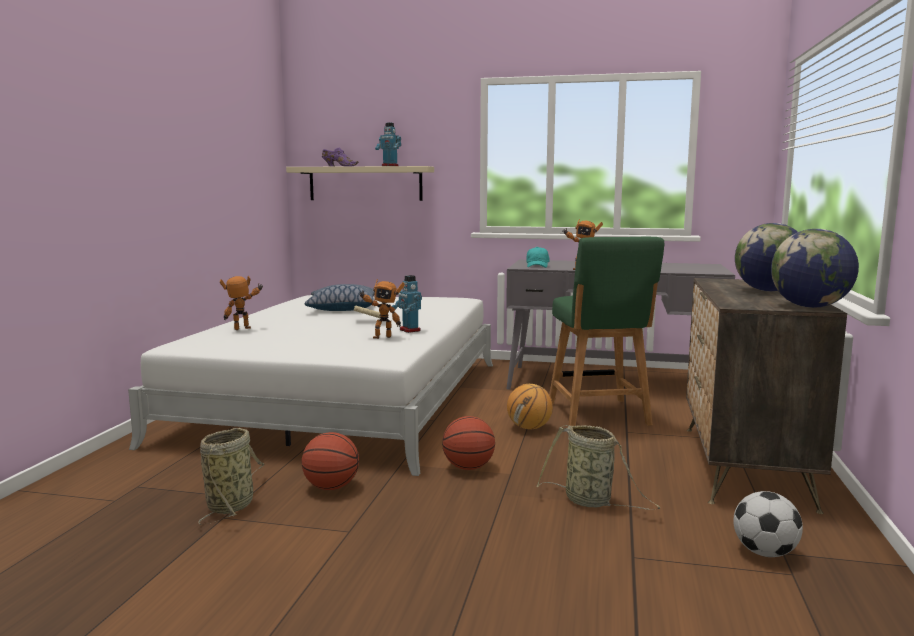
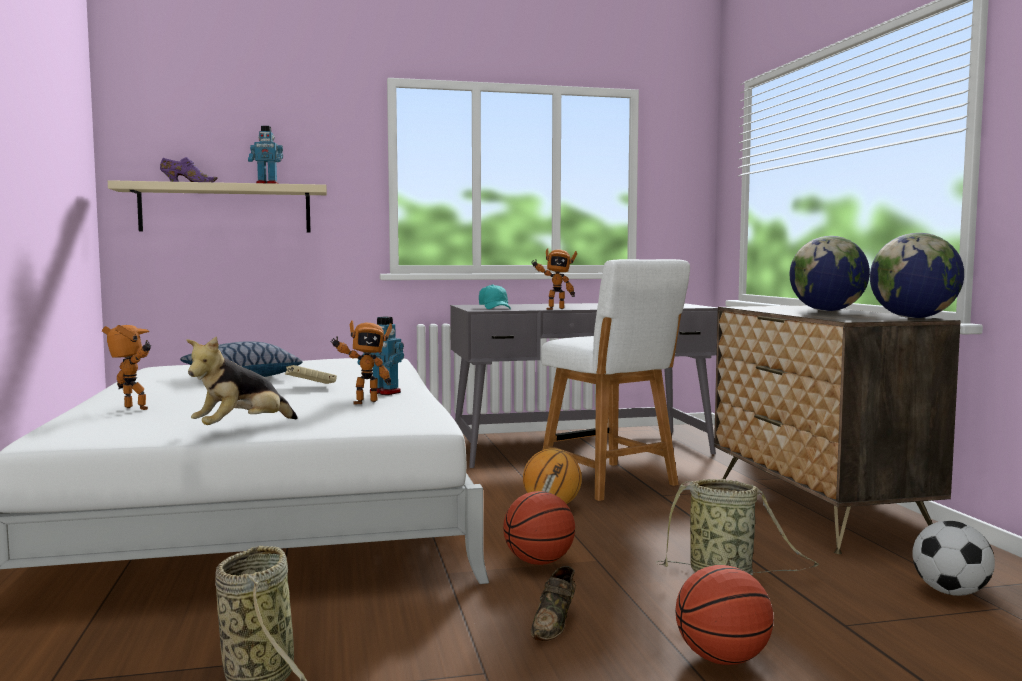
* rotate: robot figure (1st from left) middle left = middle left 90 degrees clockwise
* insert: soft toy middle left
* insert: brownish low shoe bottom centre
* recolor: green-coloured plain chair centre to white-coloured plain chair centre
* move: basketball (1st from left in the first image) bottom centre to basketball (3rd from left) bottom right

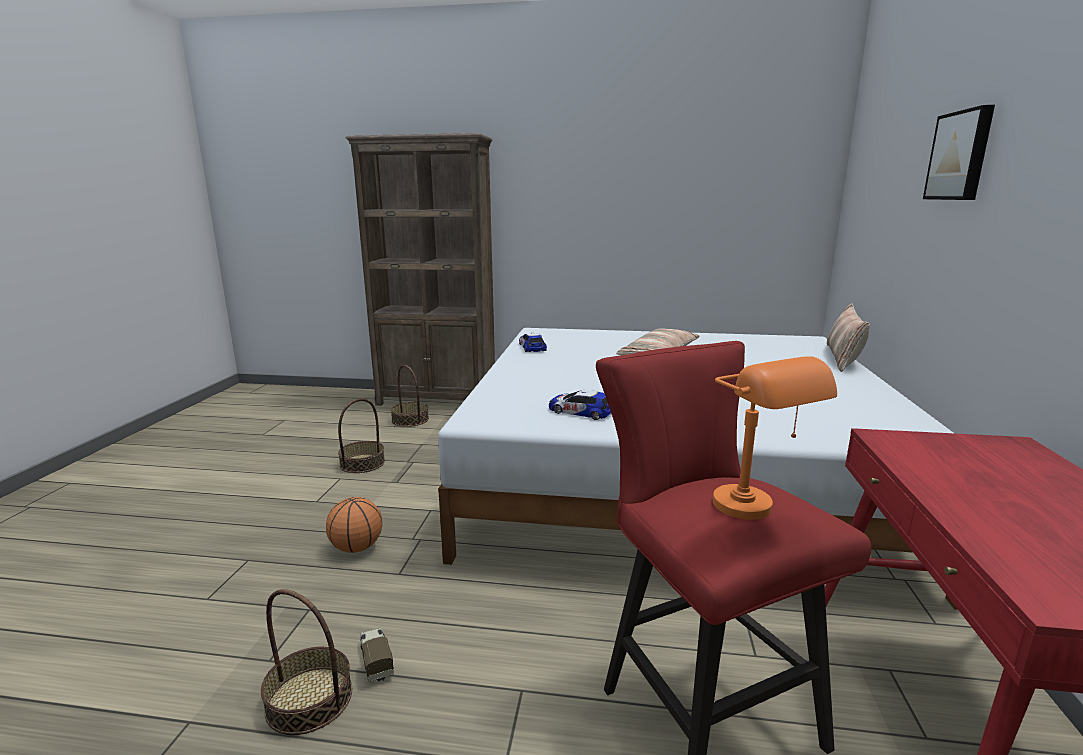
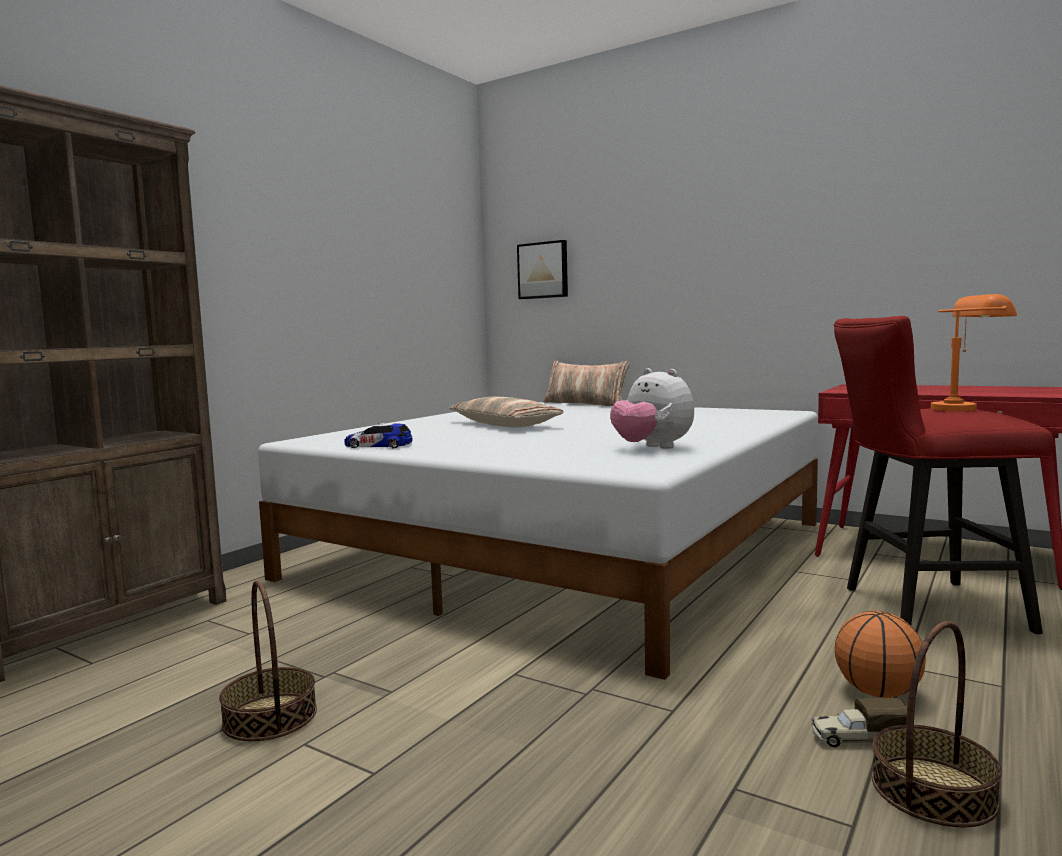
* move: picture top right to top centre
* replace: miniature car (2nd from left) centre to soft toy centre
* move: basketball bottom left to bottom right
* delete: basket (3rd from left) centre

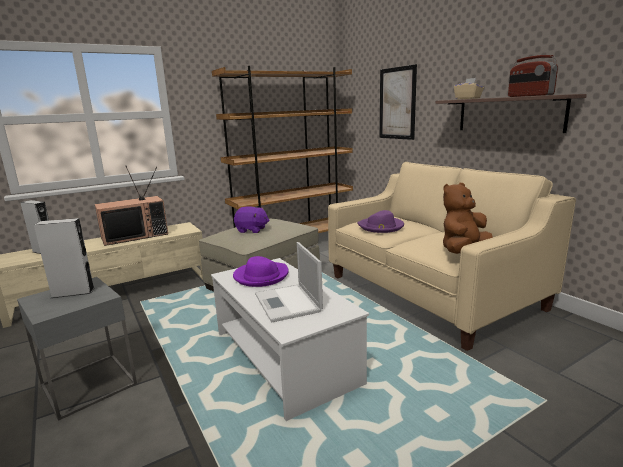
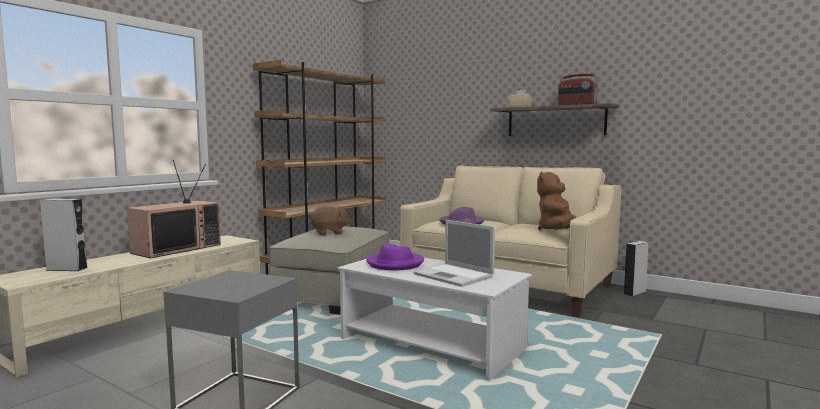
* recolor: purplish soft toy centre to brownish soft toy (1st from left) centre
* move: grey audio speaker (2nd from left) middle left to middle right
* delete: picture top centre

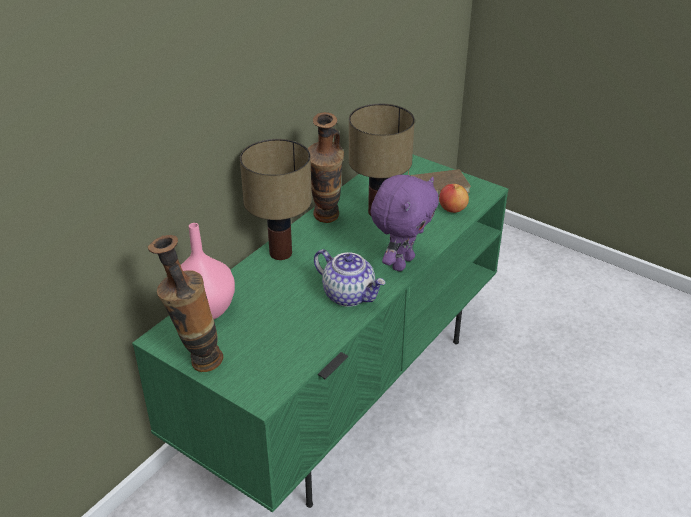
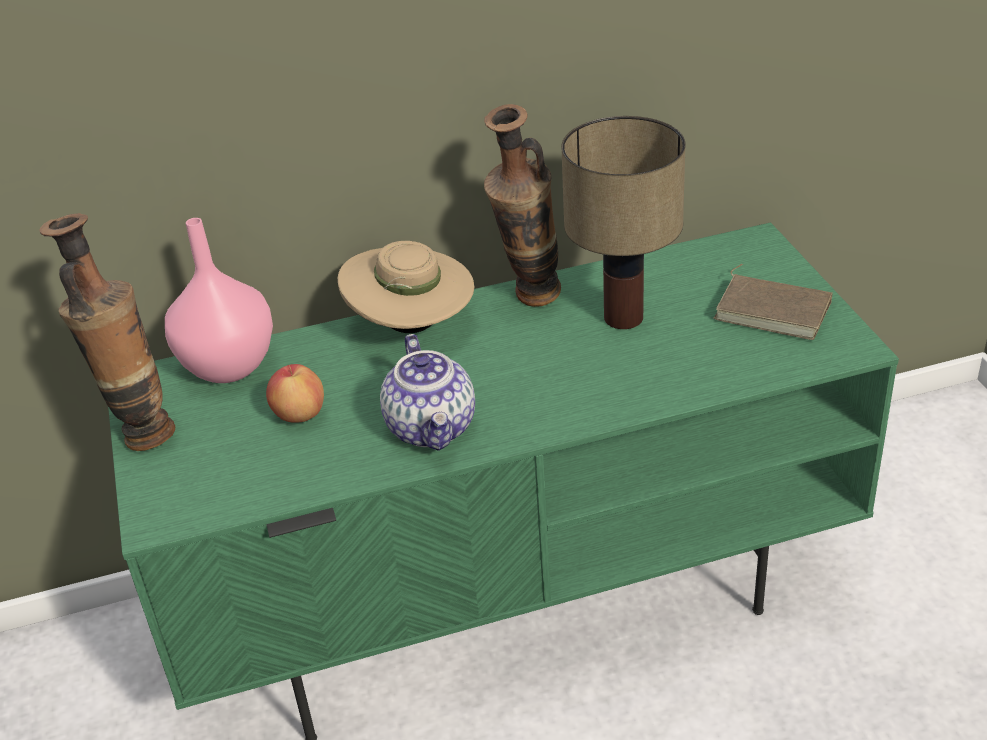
* move: apple centre to middle left
* replace: tabletop lamp (1st from left) centre to beige hat centre
* delete: purplish soft toy centre

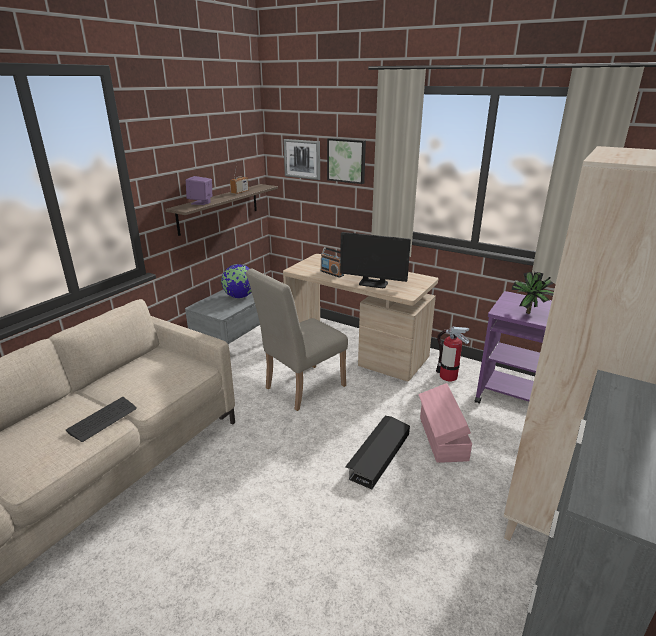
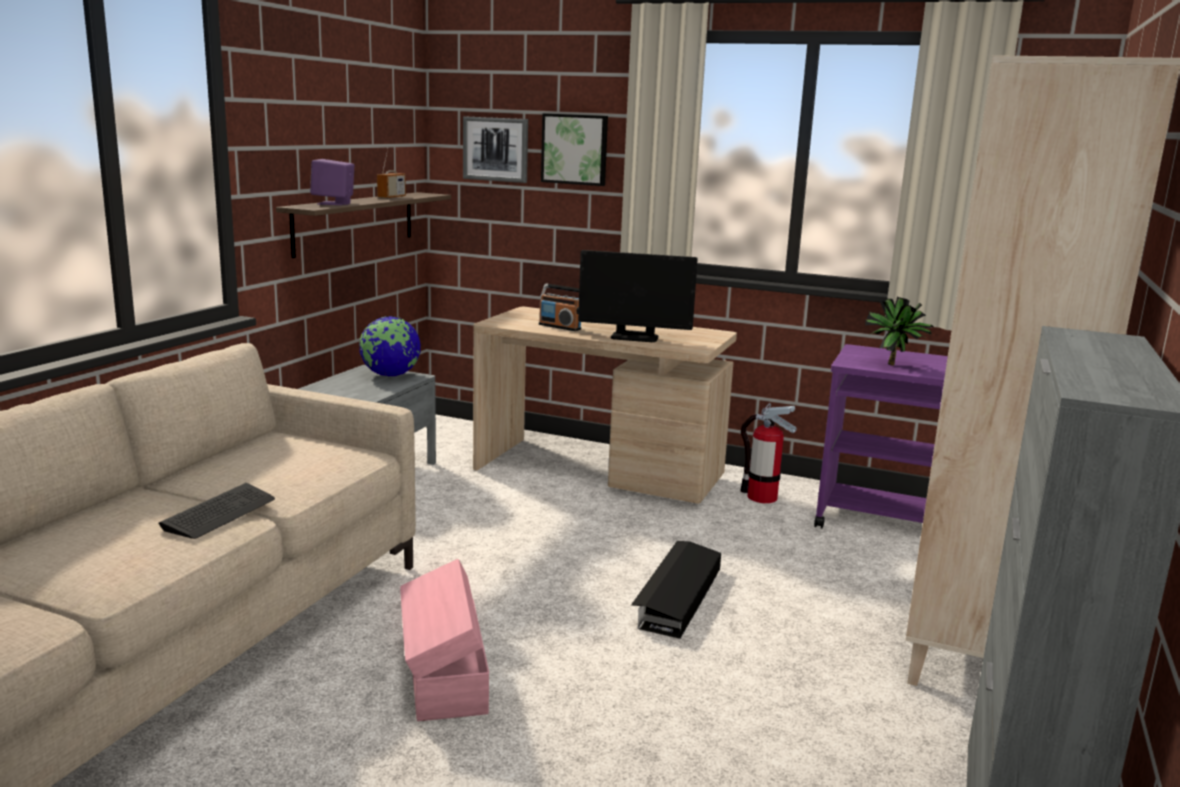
* move: pink-coloured storage box middle right to bottom centre
* delete: beige plain chair centre

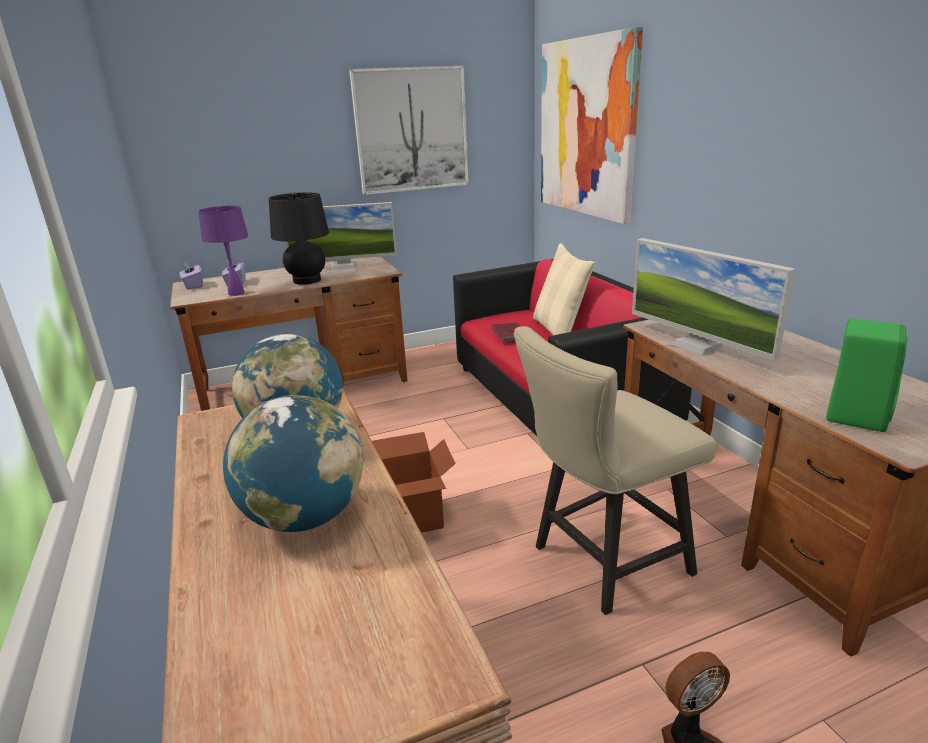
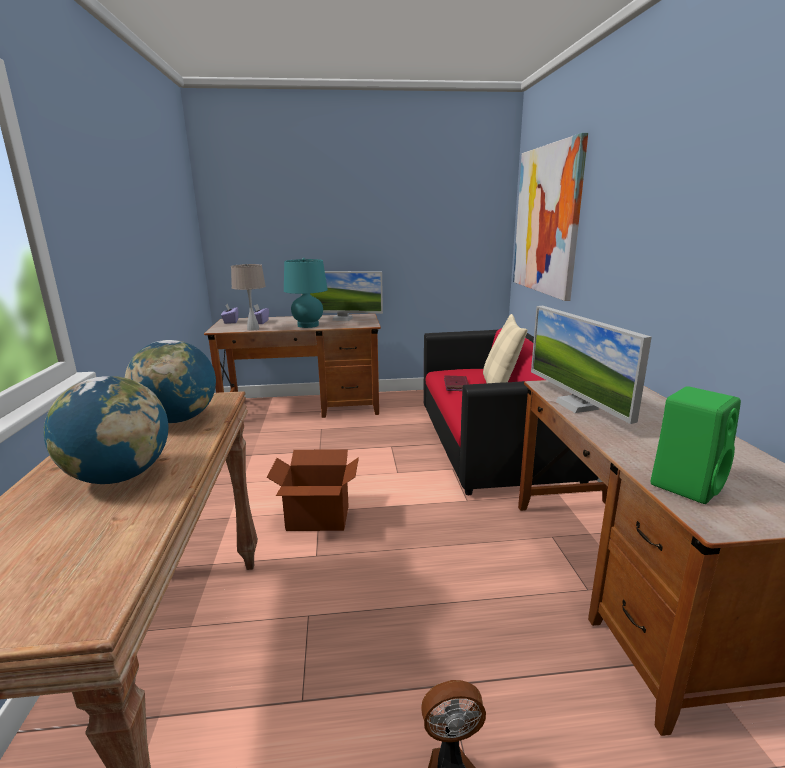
* recolor: purplish tabletop lamp middle left to beige tabletop lamp middle left
* recolor: blackish tabletop lamp top left to turquoise tabletop lamp centre
* delete: picture (1st from left) top centre
* delete: beige plain chair centre

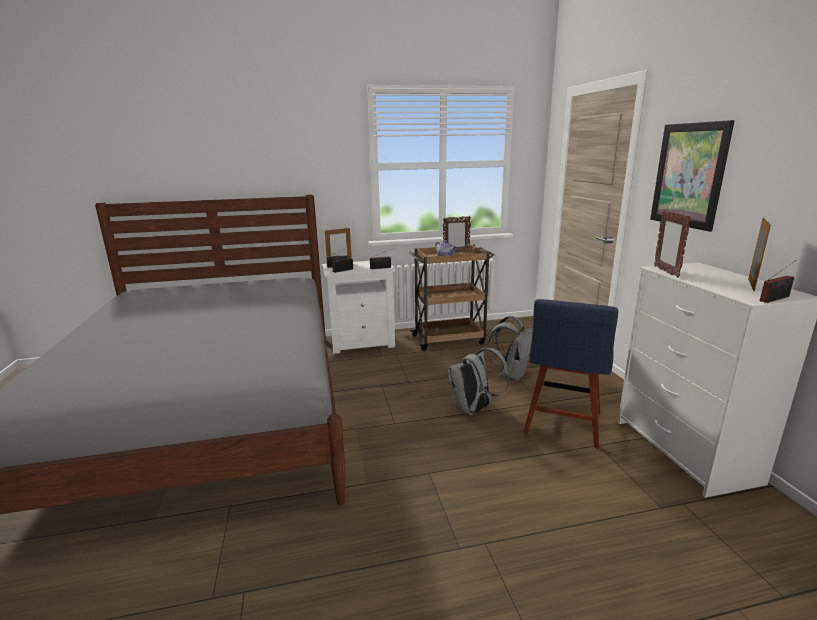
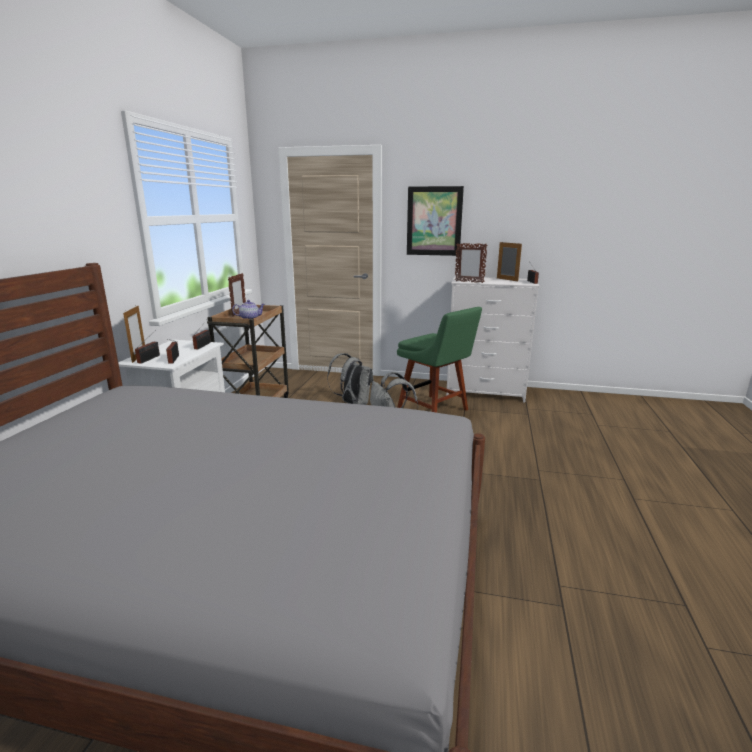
* recolor: bluish plain chair middle right to green-coloured plain chair centre

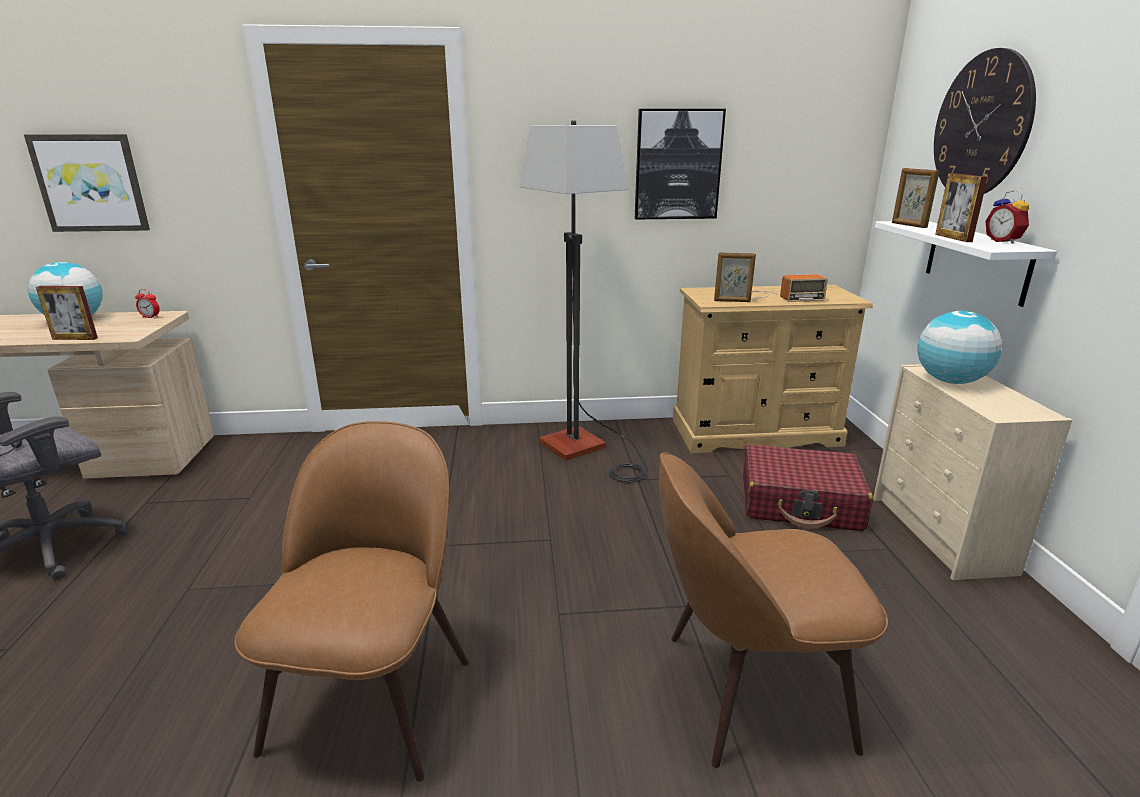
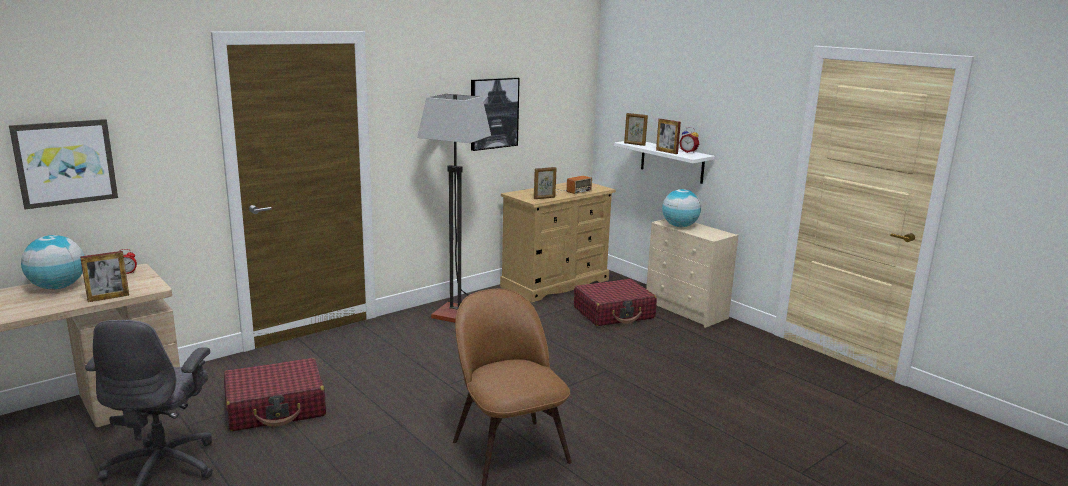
* insert: reddish suitcase (1st from left) bottom left
* delete: brownish plain chair (2nd from left) bottom right
* delete: clock on the wall top right

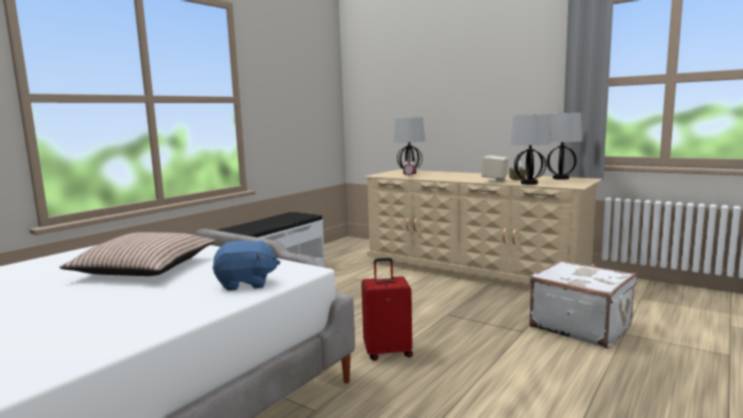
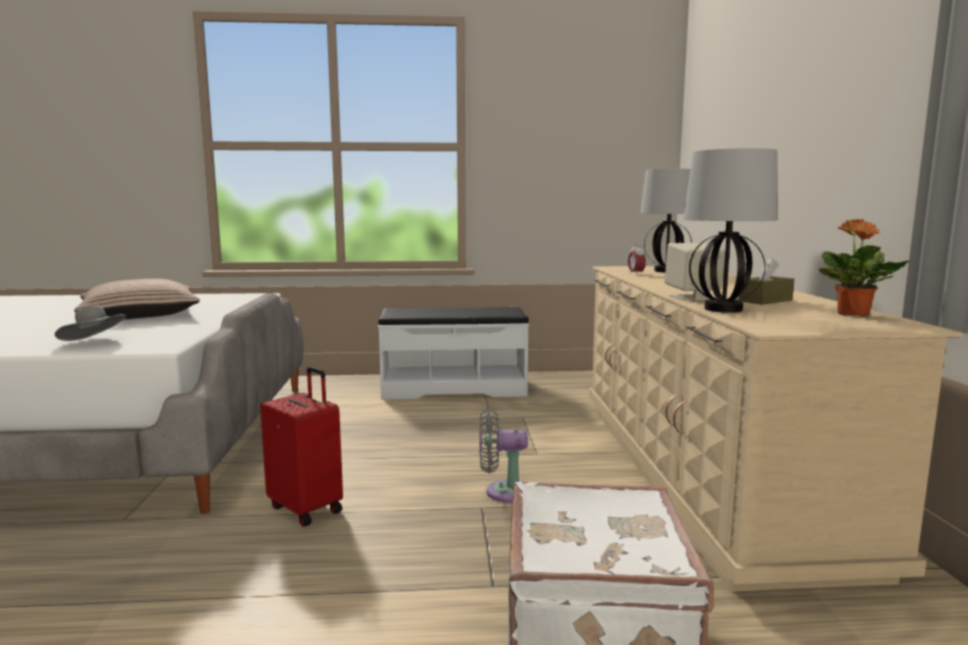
* replace: bluish soft toy middle left to grey hat middle left
* insert: grey cooling fan bottom centre
* replace: tabletop lamp (3rd from left) middle right to potted plant middle right

